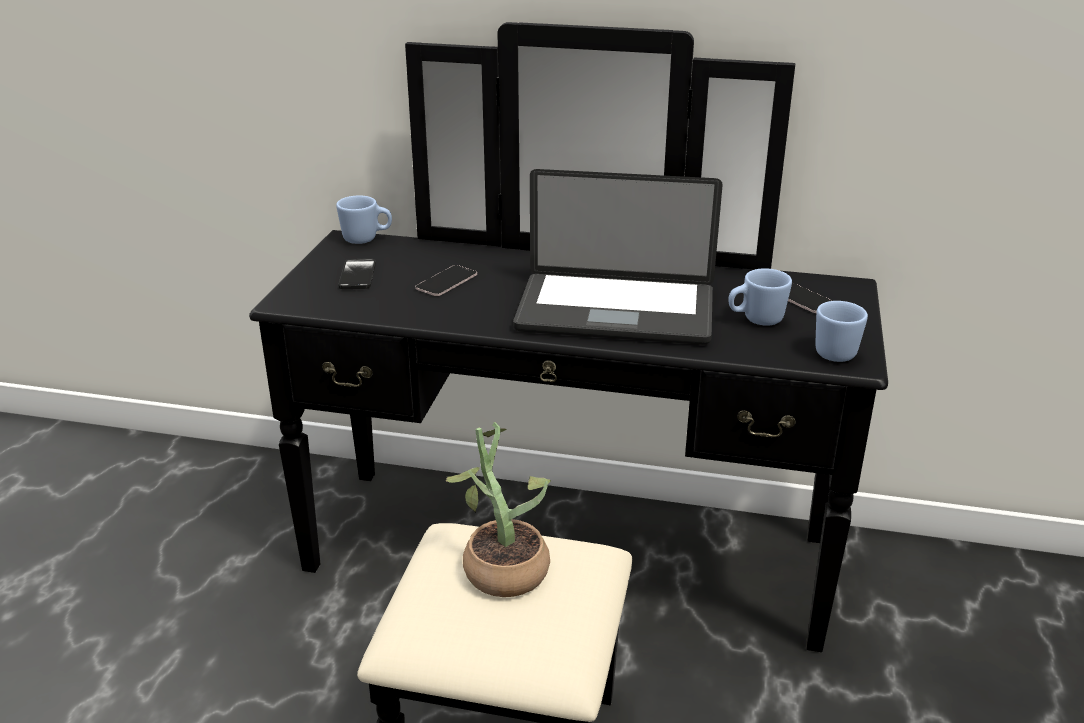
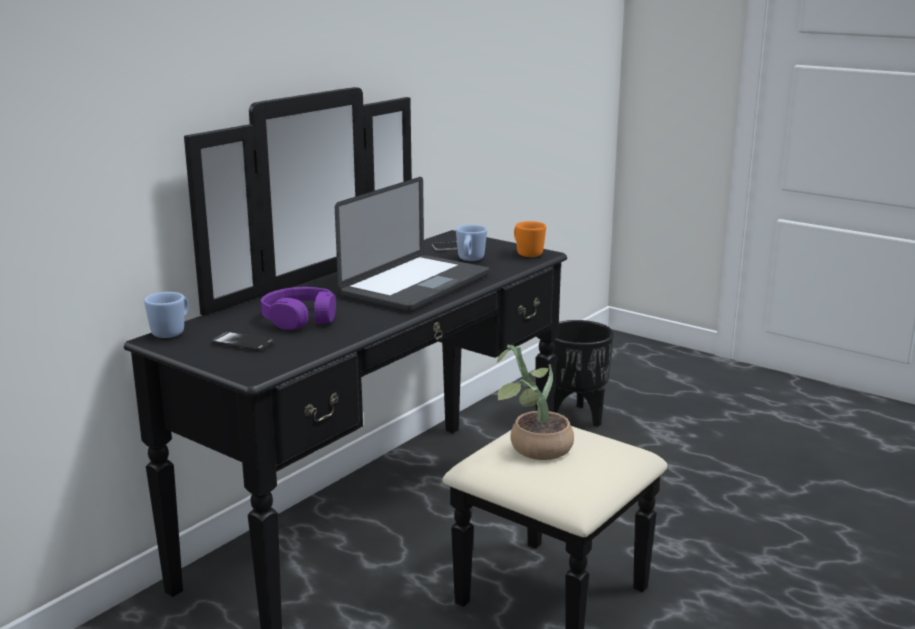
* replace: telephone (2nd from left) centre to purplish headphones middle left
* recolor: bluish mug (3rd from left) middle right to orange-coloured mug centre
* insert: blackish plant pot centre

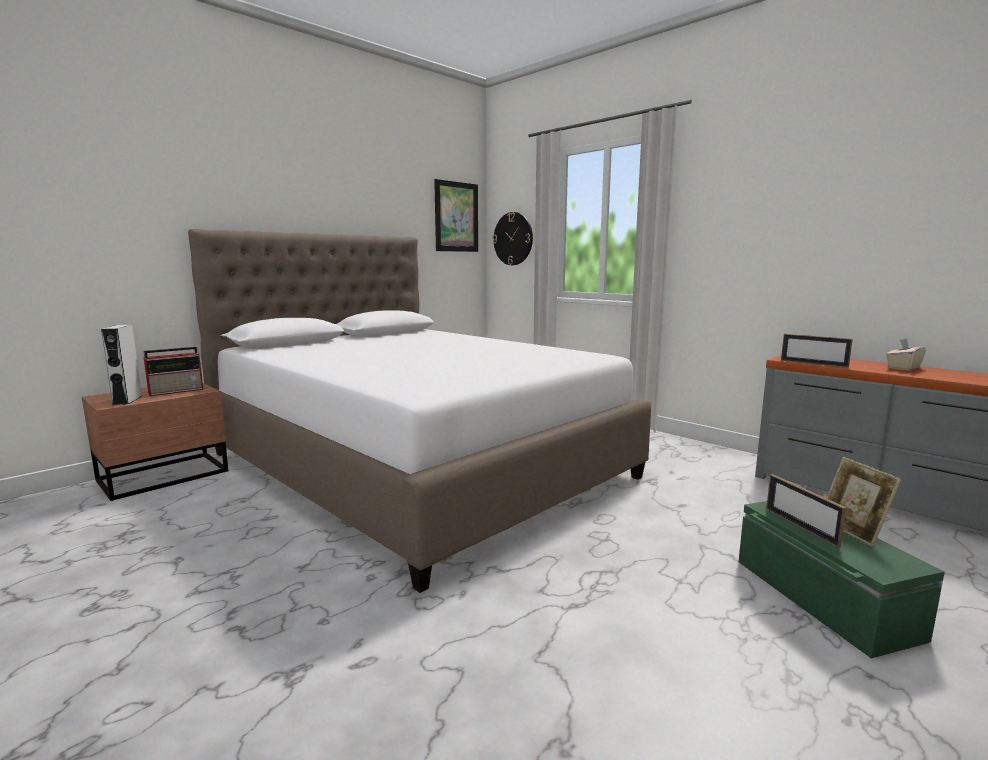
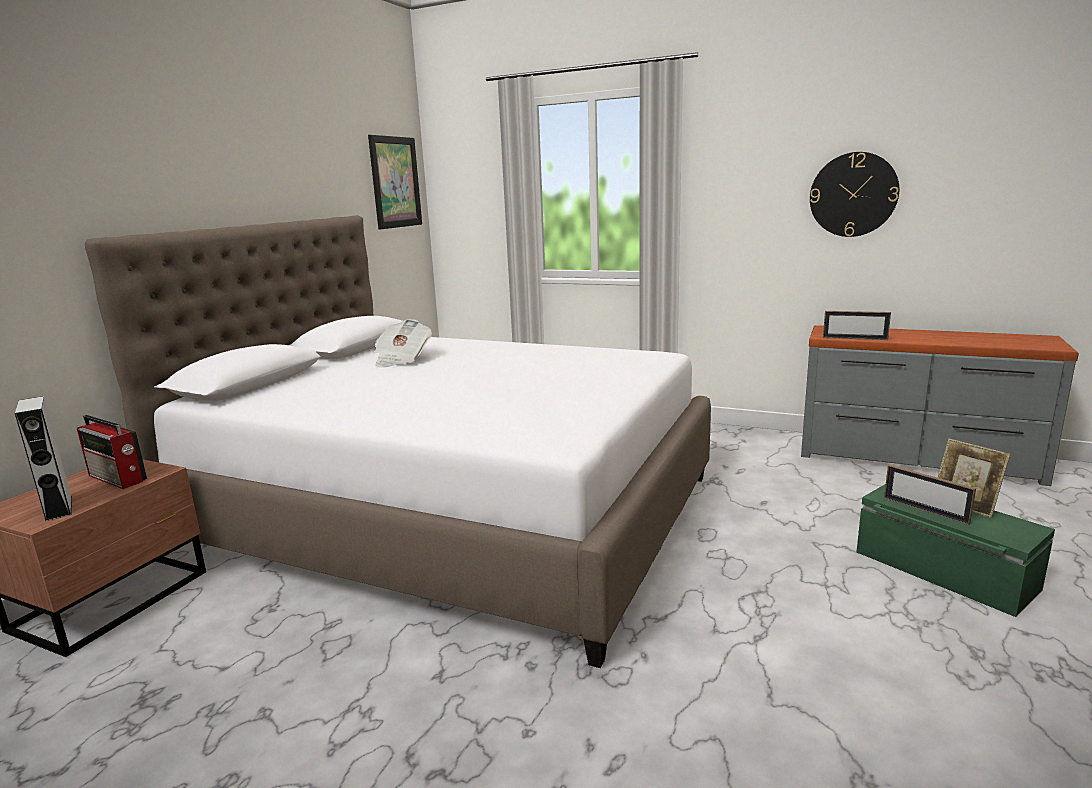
* rotate: radio middle left = middle left 90 degrees clockwise
* insert: newspaper centre
* move: clock on the wall top centre to top right
* delete: beige box of tissues middle right

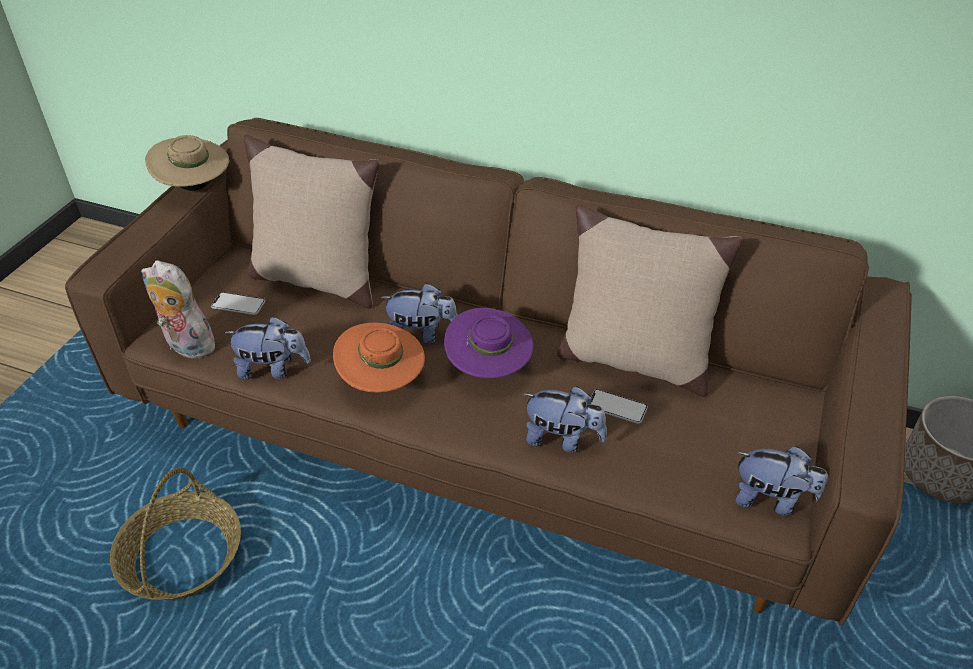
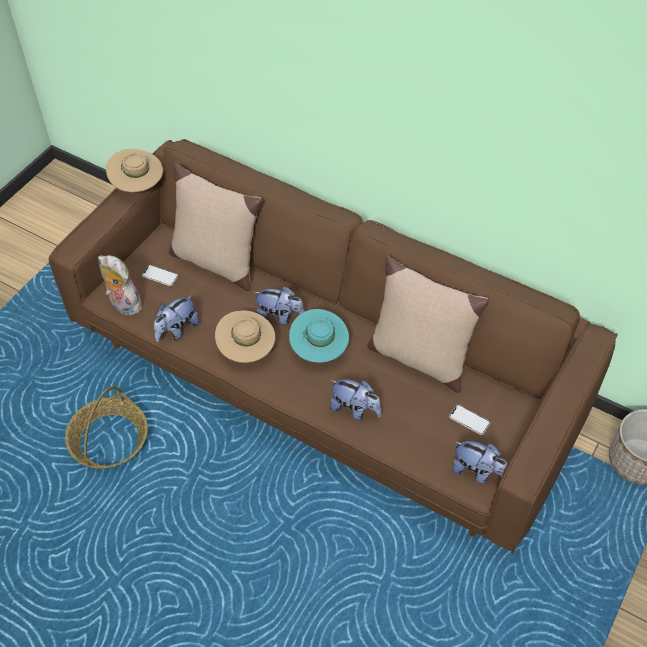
* rotate: soft toy (2nd from left) middle left = middle left 120 degrees clockwise
* recolor: orange-coloured hat centre to beige hat (2nd from left) centre
* recolor: purplish hat centre to turquoise hat centre
* move: telephone (2nd from left) centre to middle right

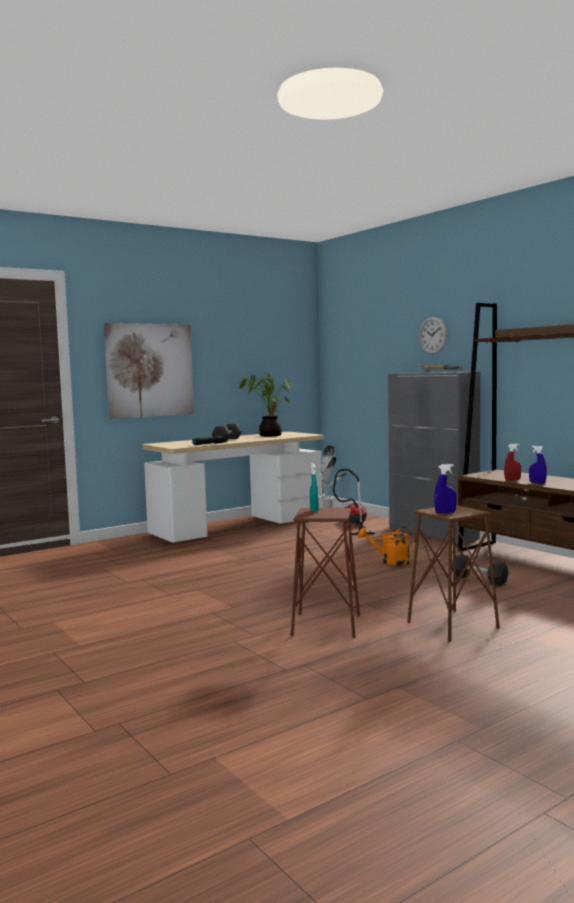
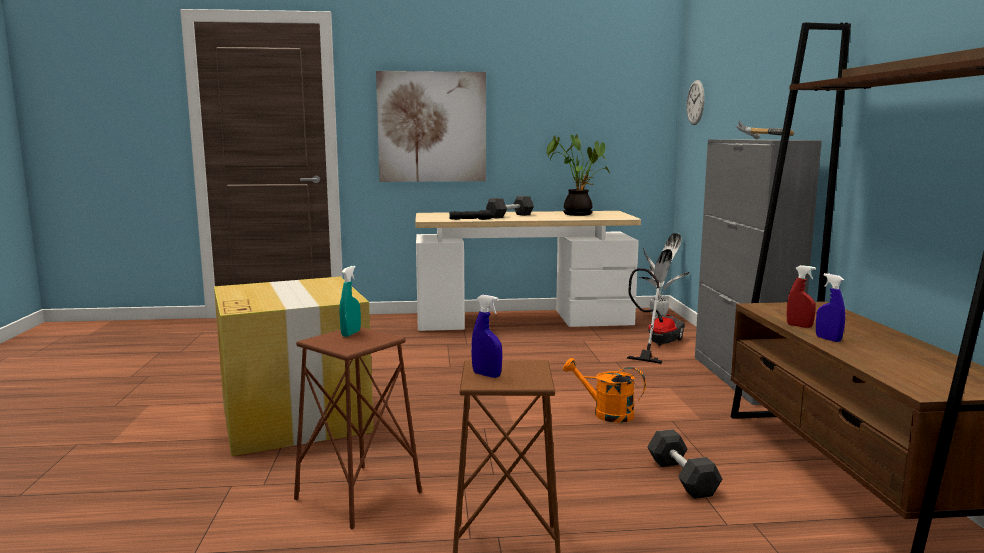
* insert: cardboard box middle left
* move: clock on the wall middle right to top right

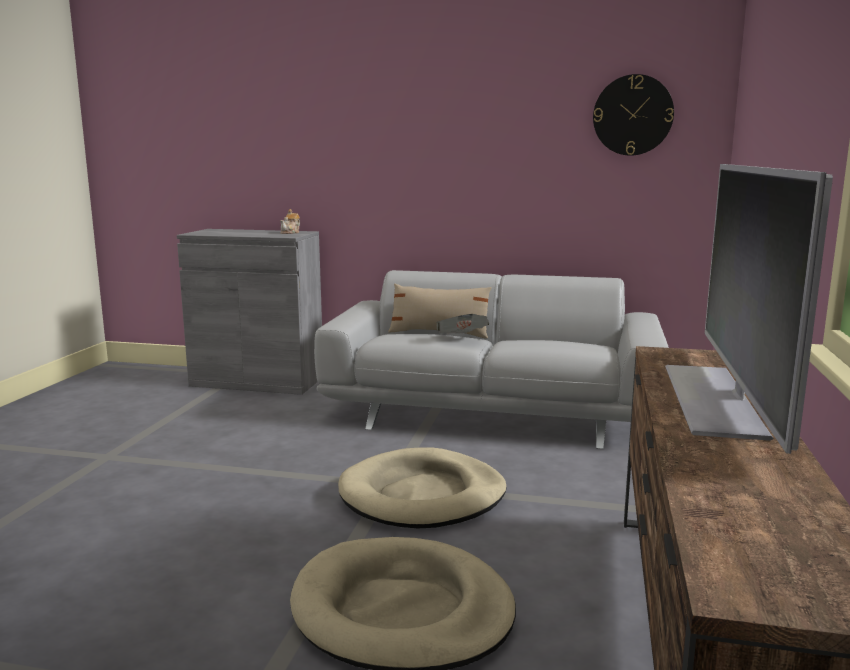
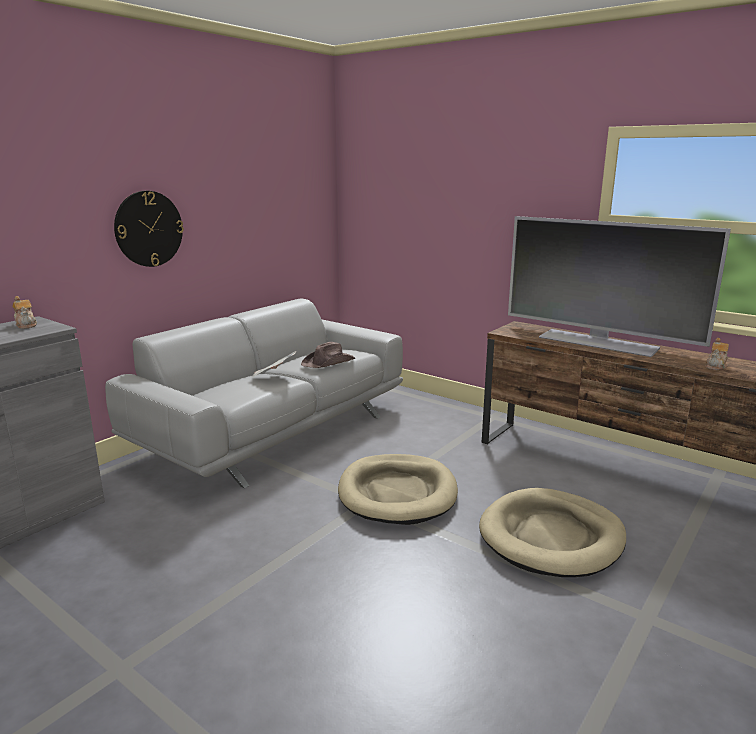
* move: clock on the wall top right to top left
* insert: brownish hat centre
* insert: pot for tea (2nd from left) middle right
* delete: beige throw pillow centre

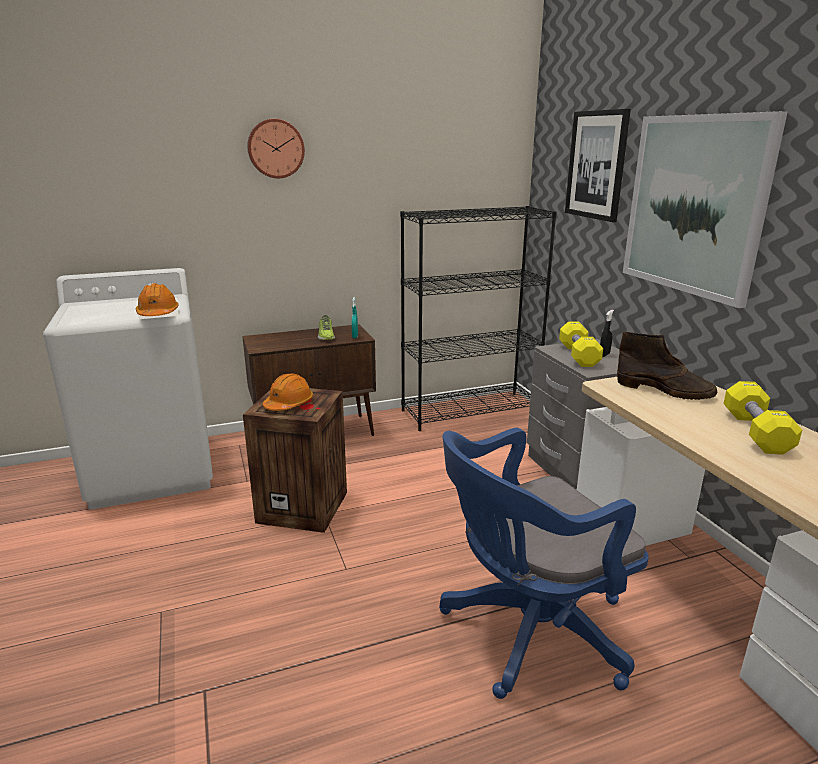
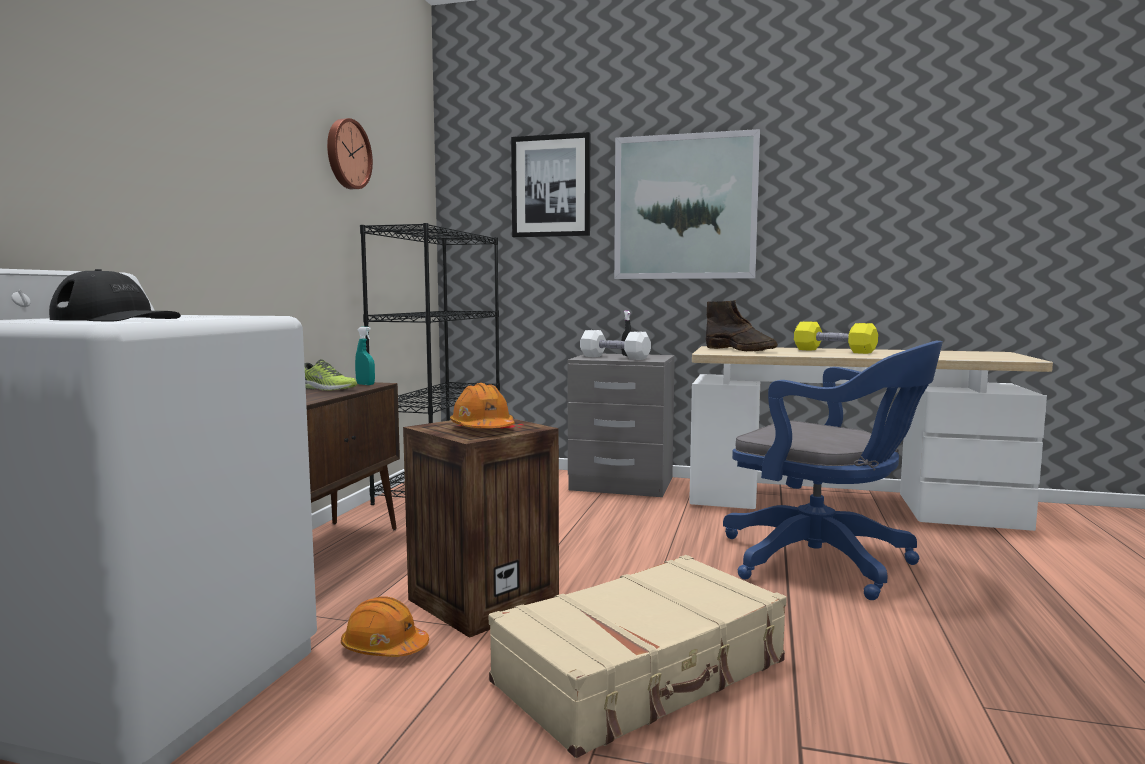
* insert: blackish cap middle left
* move: clock on the wall top centre to top left
* move: orange-coloured hard hat (1st from left) middle left to bottom centre
* insert: beige suitcase bottom centre
* recolor: yellowish free weight (1st from left) middle right to white-coloured free weight centre
* rotate: brownish tall boot middle right = centre 75 degrees clockwise
* rotate: bluish office chair bottom centre = middle right 60 degrees counterclockwise

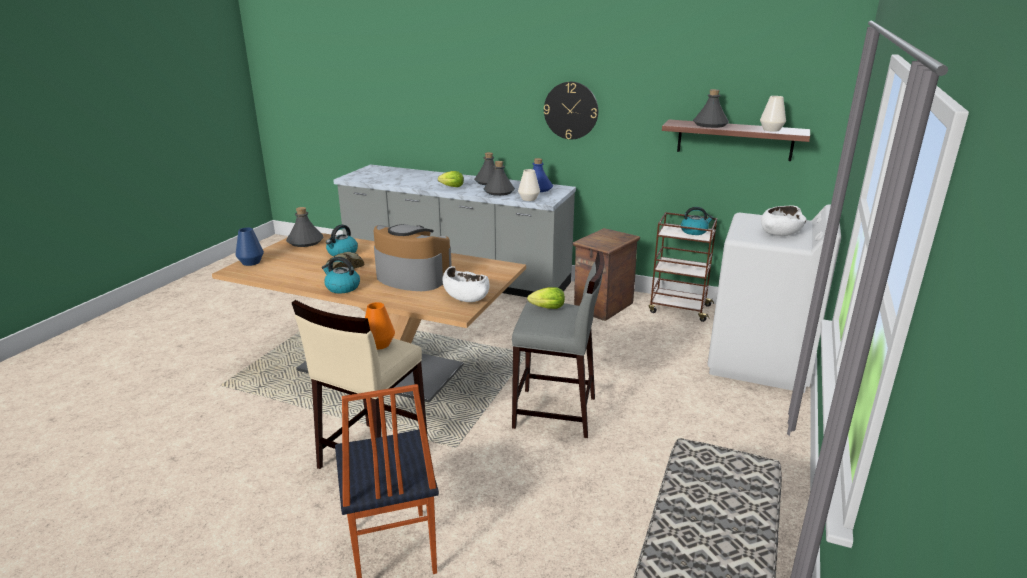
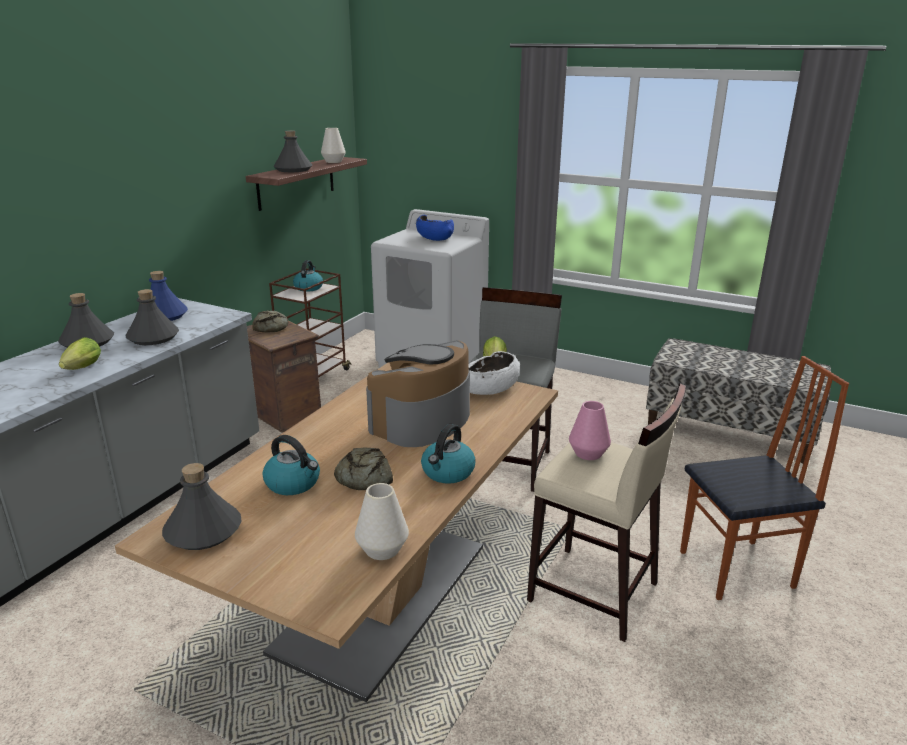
* insert: baked bread (1st from left) middle left
* move: white-coloured decorative vase (1st from left in the first image) top centre to white-coloured decorative vase (2nd from left) bottom centre
* recolor: white-coloured bowl (2nd from left) middle right to bluish bowl top centre
* recolor: orange-coloured decorative vase centre to pink-coloured decorative vase centre
* delete: bluish decorative vase middle left
* delete: clock on the wall top centre

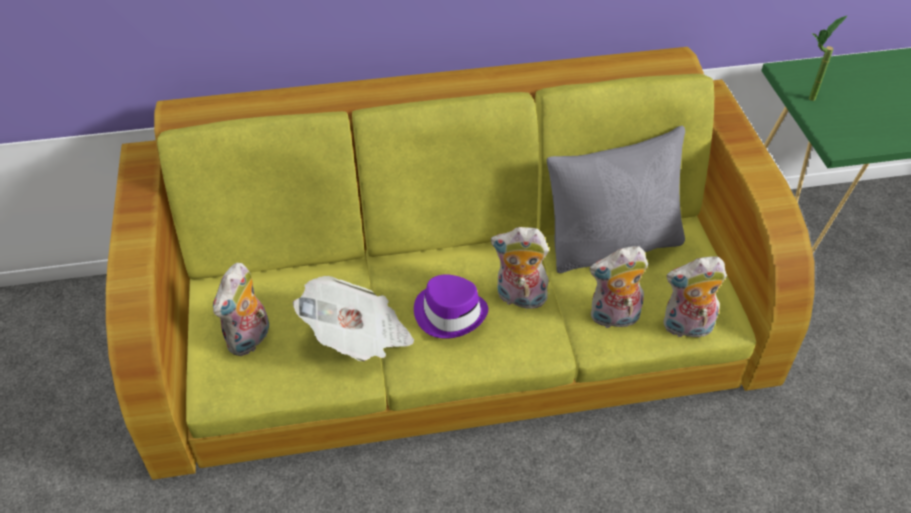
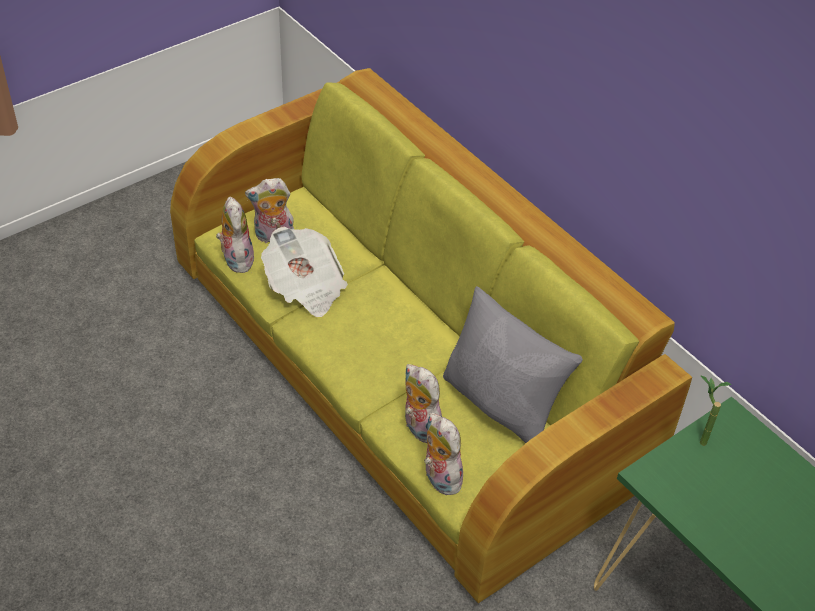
* move: soft toy (2nd from left in the first image) centre to soft toy (1st from left) middle left
* delete: purplish hat centre

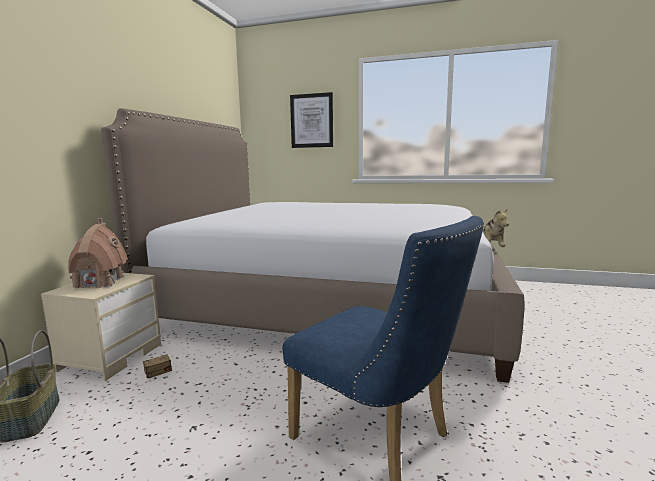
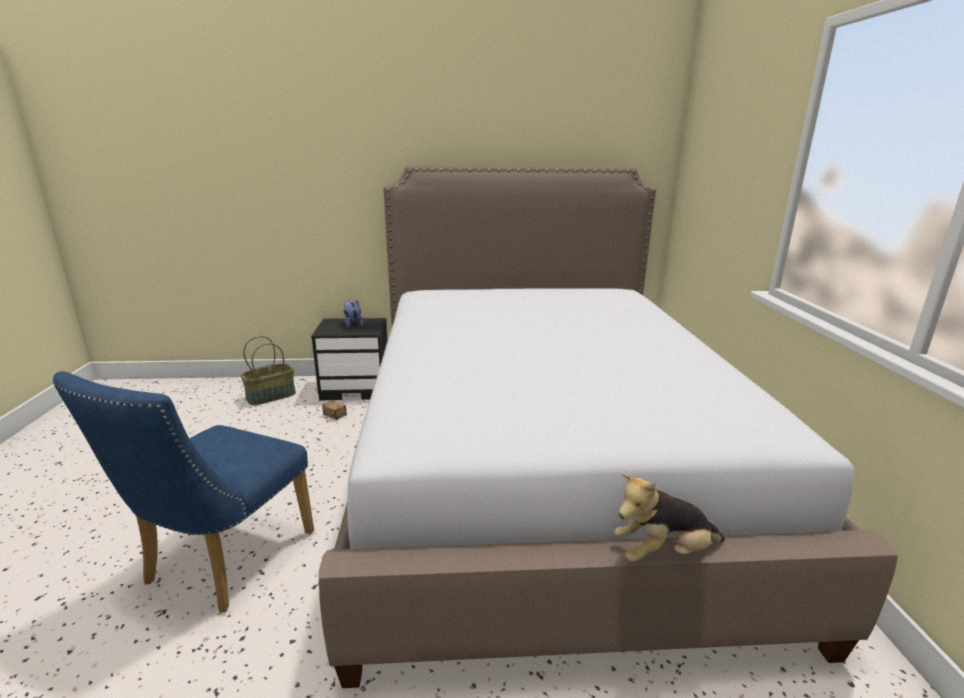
* recolor: beige bedside table bottom left to blackish bedside table centre
* replace: miniature house middle left to soft toy (1st from left) centre
* delete: picture top centre

